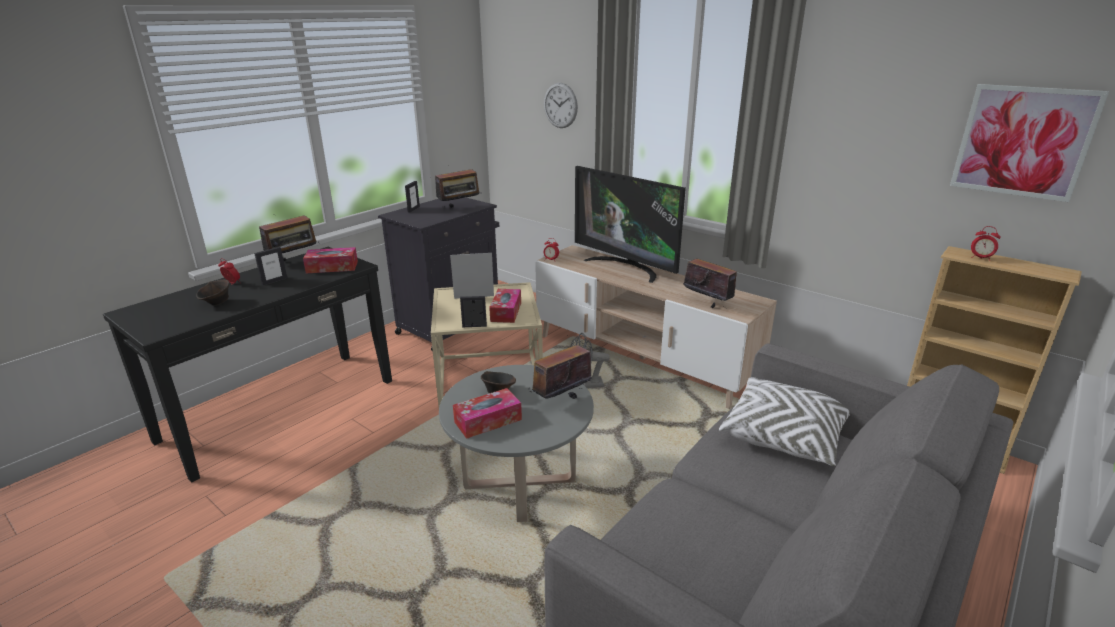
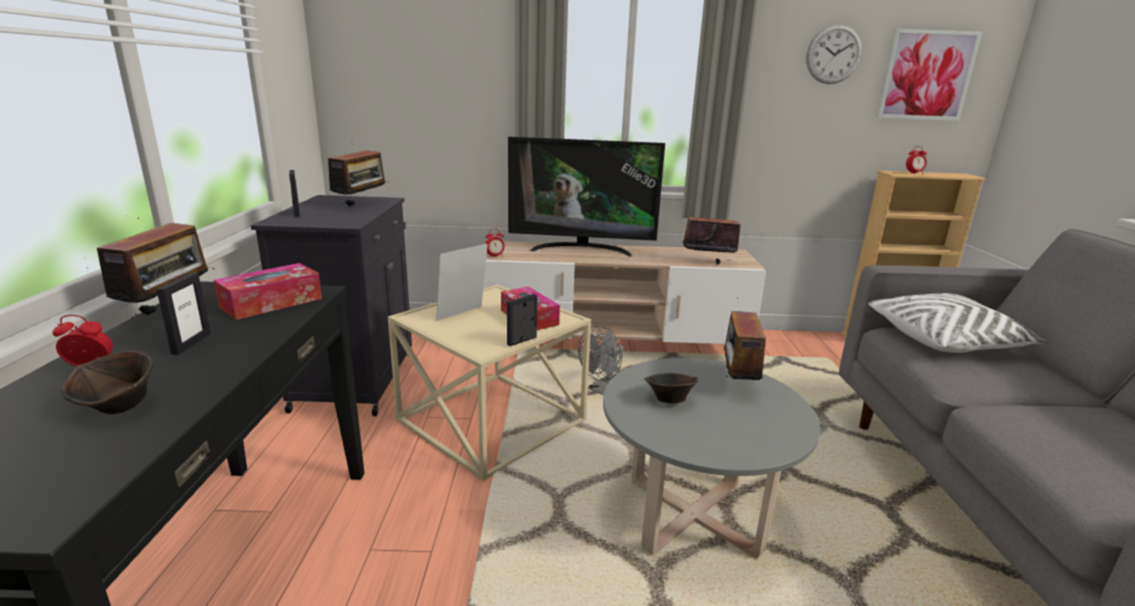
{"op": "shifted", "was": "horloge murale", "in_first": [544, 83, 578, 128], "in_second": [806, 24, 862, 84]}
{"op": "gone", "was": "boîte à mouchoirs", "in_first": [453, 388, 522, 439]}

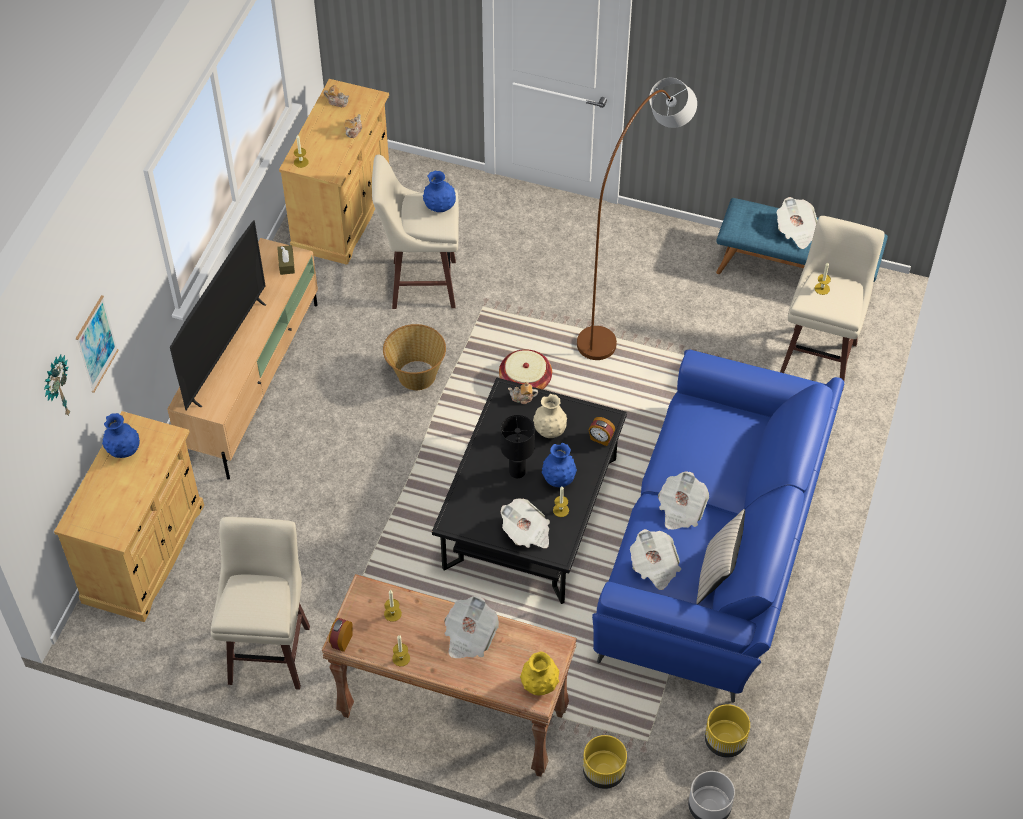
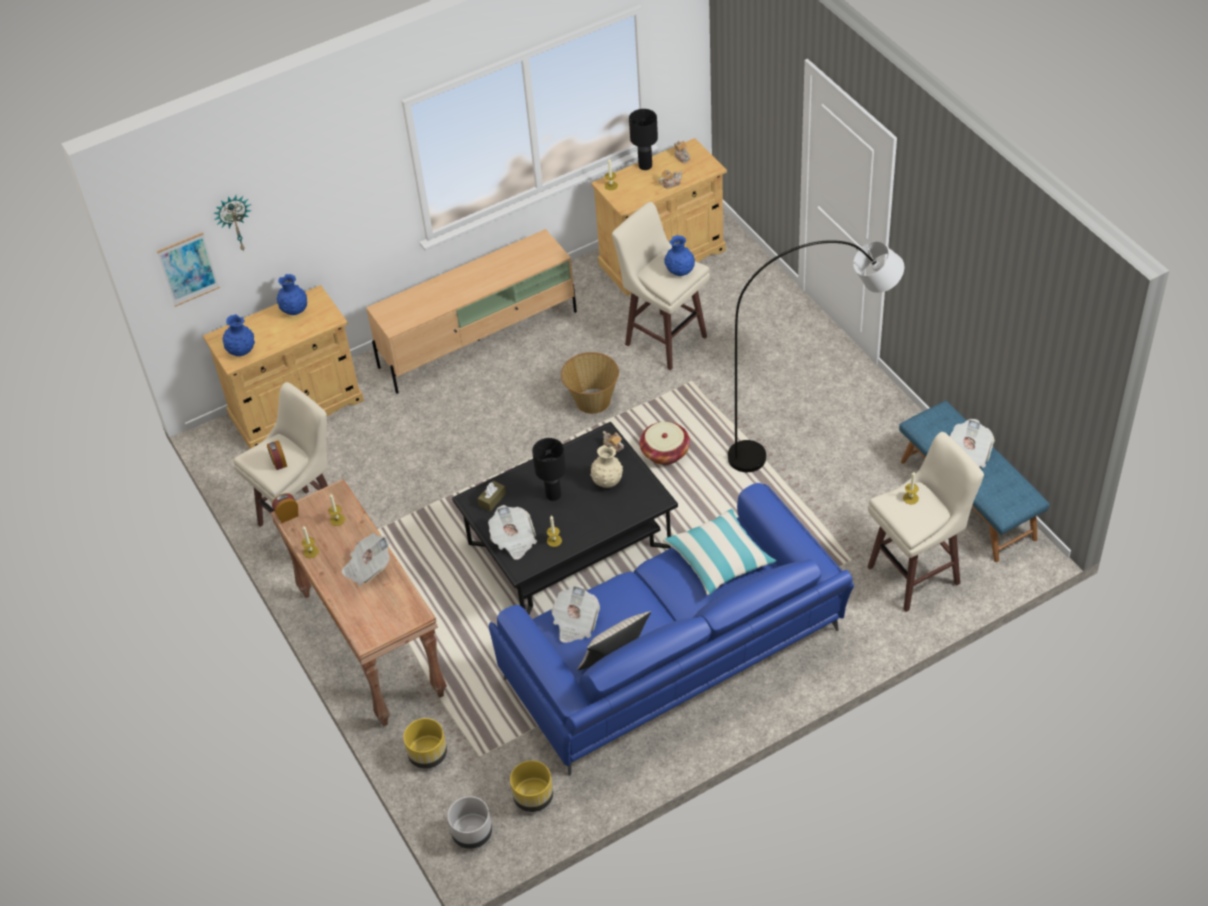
{"op": "repainted", "was": "lampadaire [marron]", "now": "lampadaire [gris]", "in_first": [577, 78, 697, 360], "in_second": [728, 240, 904, 472]}
{"op": "gone", "was": "téléviseur", "in_first": [170, 221, 266, 411]}
{"op": "shifted", "was": "boîte à mouchoirs [marron]", "in_first": [277, 245, 295, 275], "in_second": [478, 481, 506, 512]}
{"op": "shifted", "was": "tableau", "in_first": [76, 295, 118, 393], "in_second": [157, 232, 220, 307]}
{"op": "shifted", "was": "réveil", "in_first": [589, 417, 615, 446], "in_second": [267, 440, 287, 470]}
{"op": "shifted", "was": "vase [bleu]", "in_first": [542, 443, 577, 487], "in_second": [223, 314, 255, 356]}
{"op": "gone", "was": "journal", "in_first": [658, 471, 709, 530]}
{"op": "gone", "was": "vase [jaune]", "in_first": [520, 651, 559, 695]}
{"op": "new", "now": "lampe de table [noir]", "in_second": [629, 109, 658, 170]}
{"op": "new", "now": "coussin", "in_second": [663, 509, 777, 595]}

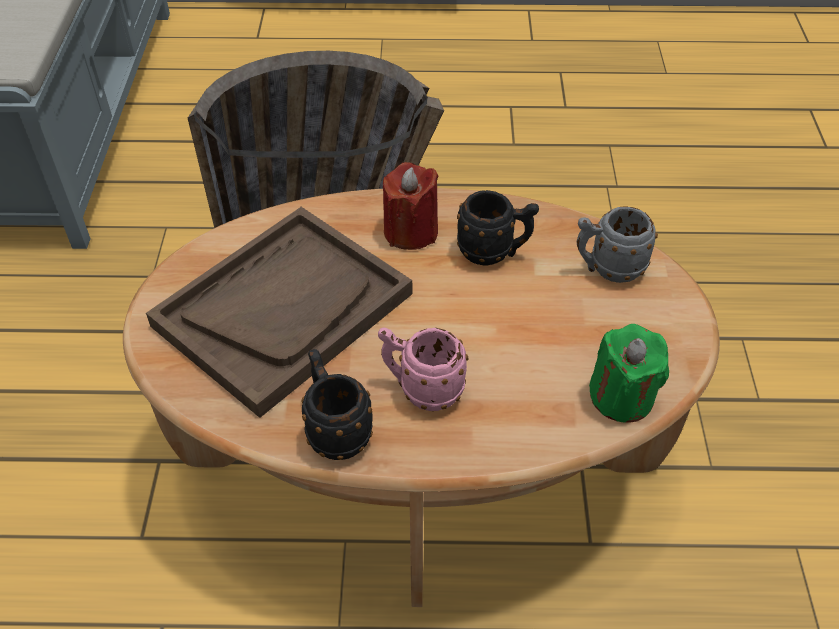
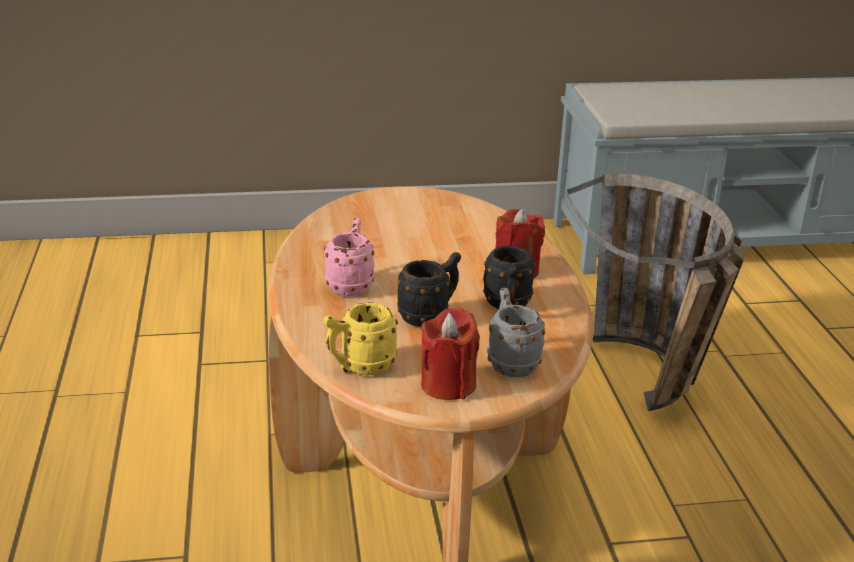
{"op": "gone", "was": "plateau [marron]", "in_first": [146, 207, 412, 418]}
{"op": "swapped", "was": "bougie [vert]", "now": "mug [jaune]", "in_first": [589, 324, 669, 423], "in_second": [324, 303, 398, 375]}
{"op": "shifted", "was": "mug [noir]", "in_first": [302, 349, 373, 460], "in_second": [397, 252, 461, 327]}
{"op": "new", "now": "bougie [rouge]", "in_second": [421, 308, 480, 400]}

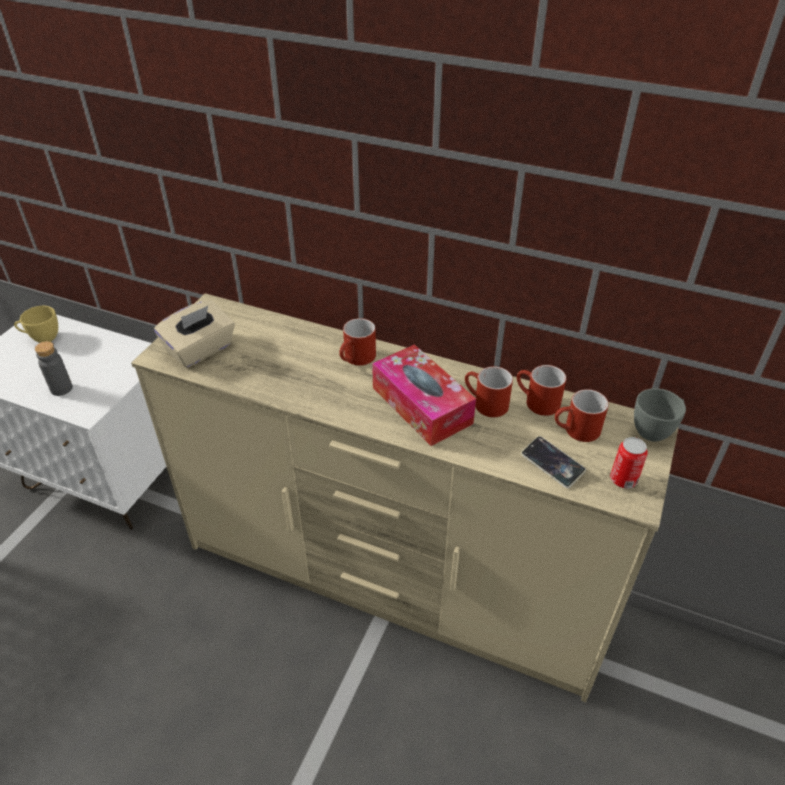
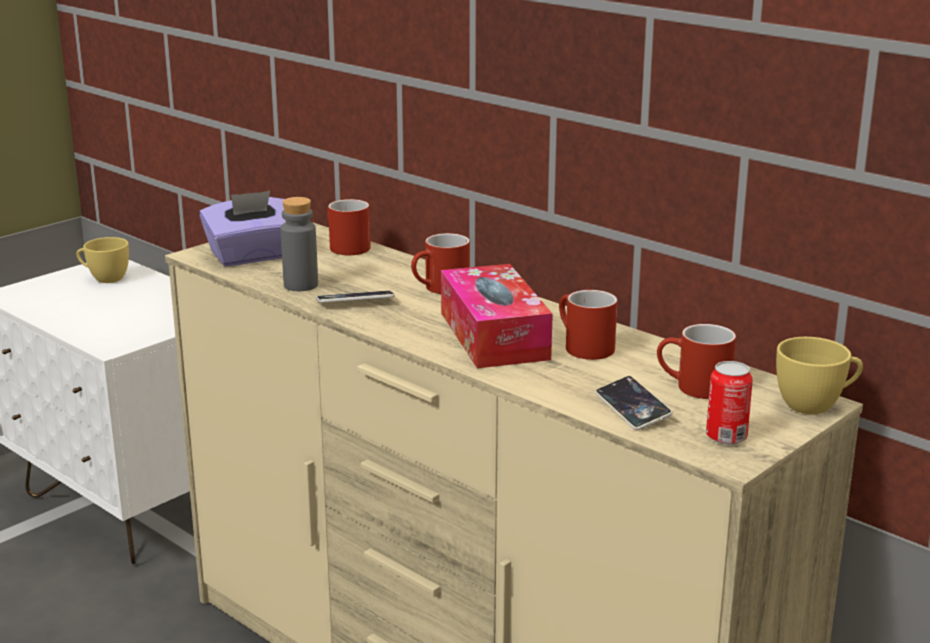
{"op": "repainted", "was": "boîte à mouchoirs [beige]", "now": "boîte à mouchoirs [violet]", "in_first": [154, 300, 235, 368], "in_second": [200, 191, 286, 266]}
{"op": "shifted", "was": "bouteille [gris]", "in_first": [35, 341, 73, 396], "in_second": [281, 197, 318, 291]}
{"op": "shifted", "was": "mug [rouge]", "in_first": [517, 365, 566, 416], "in_second": [327, 199, 371, 255]}
{"op": "repainted", "was": "tasse [gris]", "now": "tasse [jaune]", "in_first": [634, 388, 686, 441], "in_second": [776, 337, 863, 414]}
{"op": "new", "now": "téléphone", "in_second": [316, 291, 395, 303]}

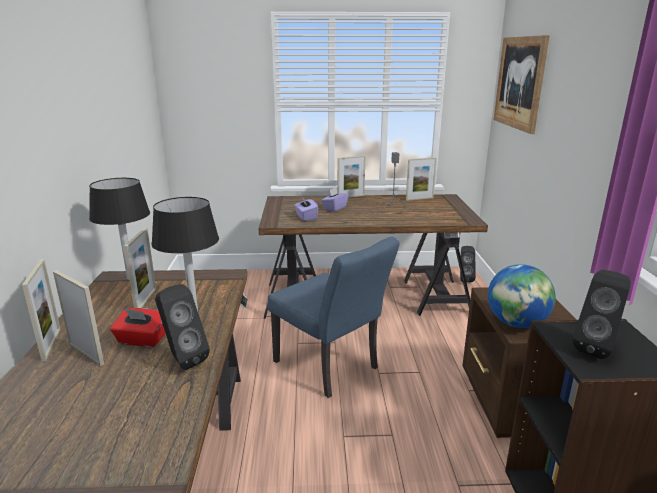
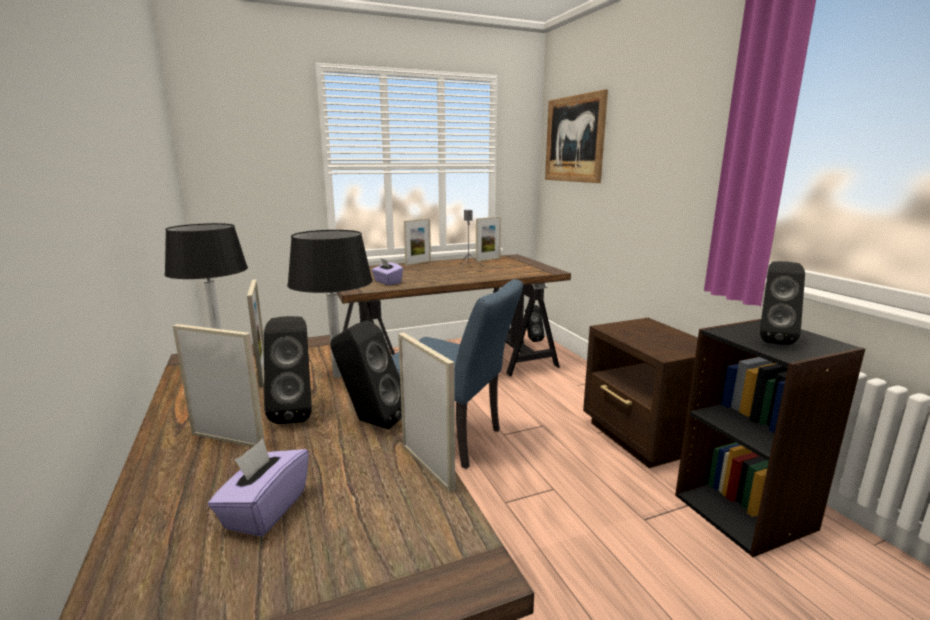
{"op": "shifted", "was": "boîte à mouchoirs [violet]", "in_first": [321, 188, 348, 212], "in_second": [208, 439, 309, 537]}
{"op": "shifted", "was": "cadre photo", "in_first": [22, 259, 61, 361], "in_second": [398, 332, 455, 492]}
{"op": "gone", "was": "globe", "in_first": [488, 264, 556, 328]}
{"op": "swapped", "was": "boîte à mouchoirs [rouge]", "now": "enceinte [noir]", "in_first": [110, 308, 165, 347], "in_second": [264, 316, 312, 424]}

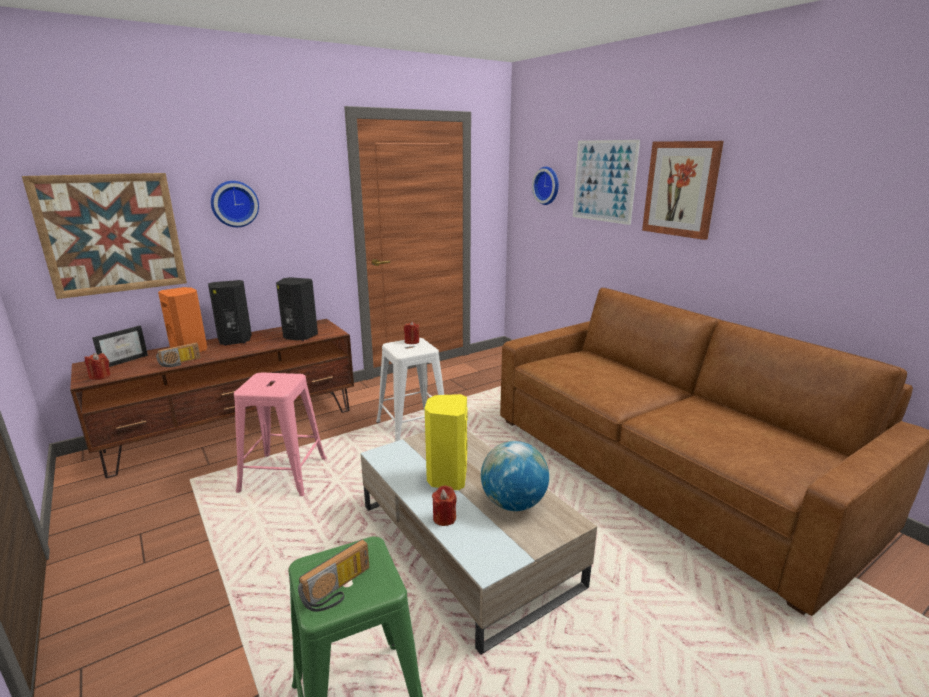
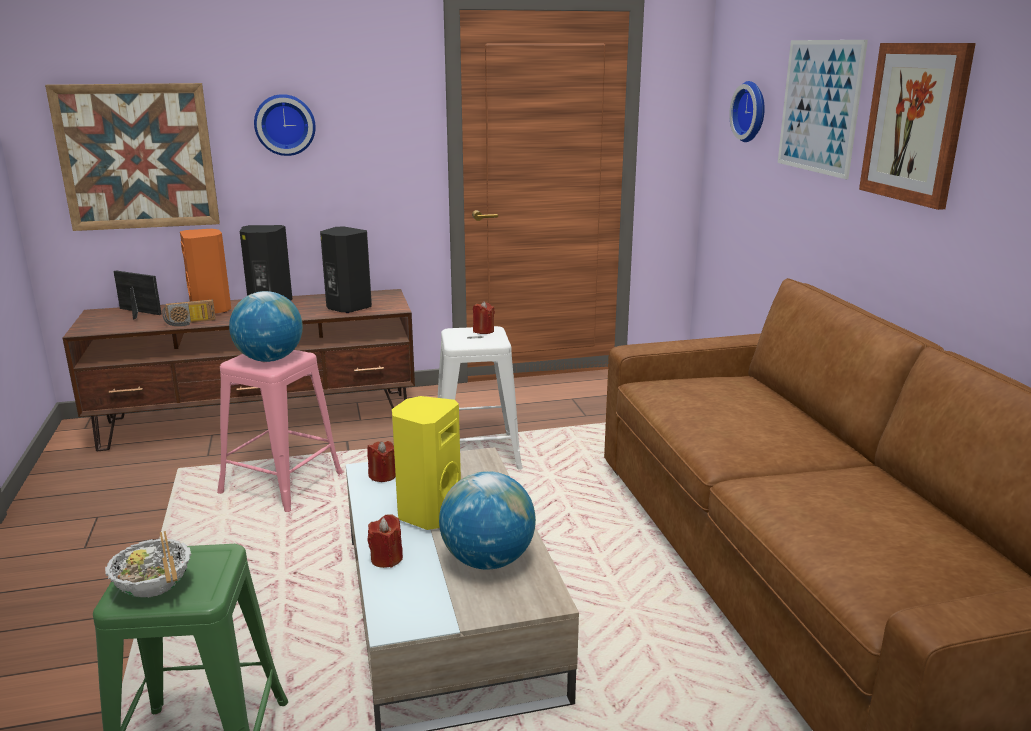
{"op": "rotated", "was": "cadre photo", "in_first": [92, 326, 148, 367], "in_second": [113, 271, 161, 320], "clockwise": -120}
{"op": "shifted", "was": "bougie [rouge]", "in_first": [85, 353, 111, 380], "in_second": [367, 441, 396, 482]}
{"op": "swapped", "was": "radio", "now": "bol", "in_first": [298, 539, 369, 612], "in_second": [105, 531, 191, 598]}
{"op": "new", "now": "globe", "in_second": [229, 291, 303, 362]}

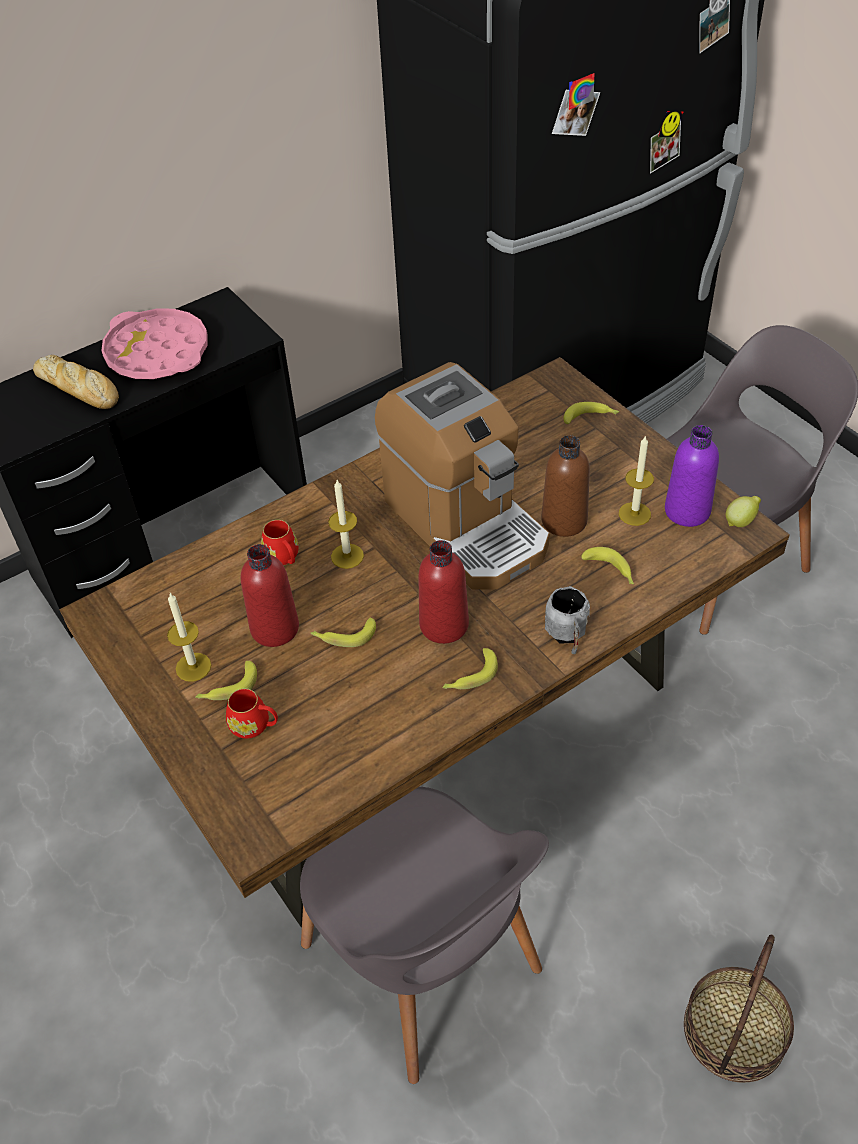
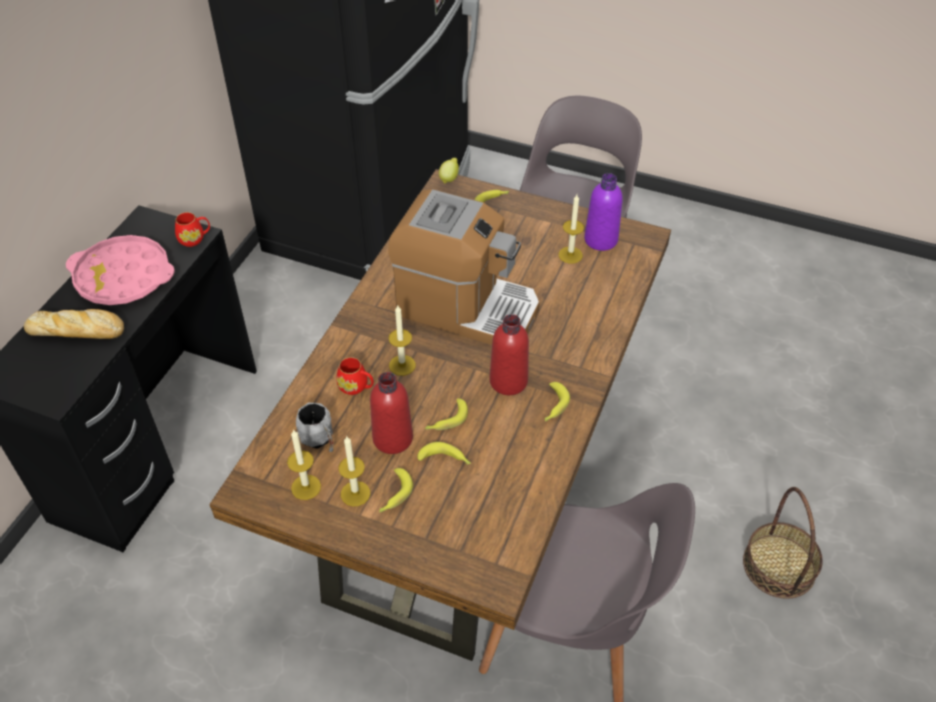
{"op": "gone", "was": "bouteille [marron]", "in_first": [541, 435, 590, 537]}
{"op": "shifted", "was": "citron", "in_first": [726, 496, 761, 527], "in_second": [439, 158, 459, 184]}
{"op": "shifted", "was": "banane", "in_first": [581, 547, 634, 584], "in_second": [417, 442, 471, 465]}
{"op": "shifted", "was": "mug [gris]", "in_first": [545, 586, 590, 655], "in_second": [296, 402, 333, 452]}
{"op": "shifted", "was": "mug [rouge]", "in_first": [226, 688, 278, 738], "in_second": [175, 212, 210, 247]}
{"op": "new", "now": "bougie", "in_second": [287, 429, 321, 500]}

